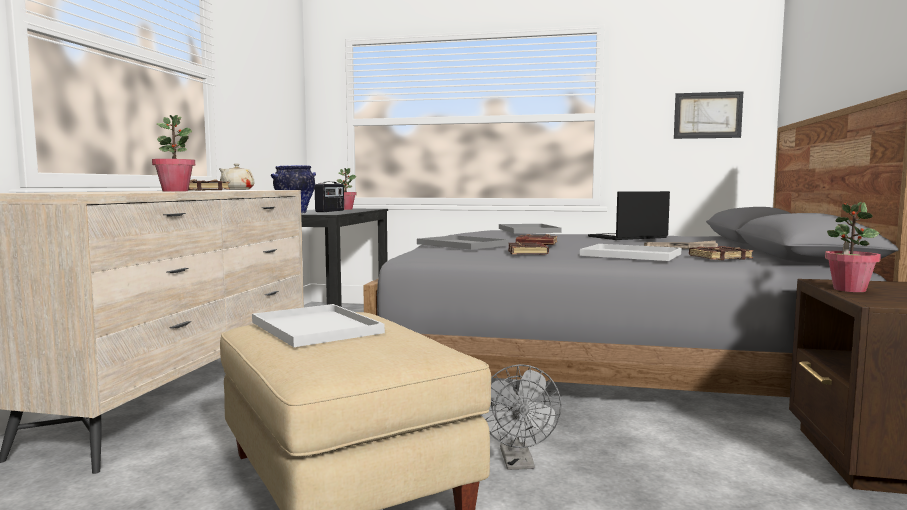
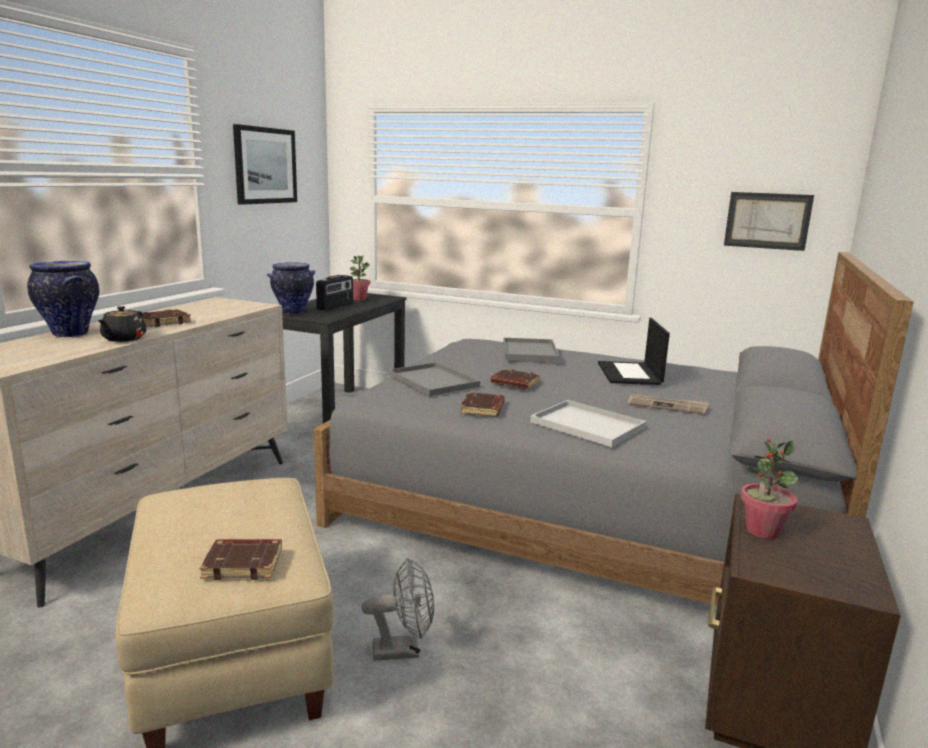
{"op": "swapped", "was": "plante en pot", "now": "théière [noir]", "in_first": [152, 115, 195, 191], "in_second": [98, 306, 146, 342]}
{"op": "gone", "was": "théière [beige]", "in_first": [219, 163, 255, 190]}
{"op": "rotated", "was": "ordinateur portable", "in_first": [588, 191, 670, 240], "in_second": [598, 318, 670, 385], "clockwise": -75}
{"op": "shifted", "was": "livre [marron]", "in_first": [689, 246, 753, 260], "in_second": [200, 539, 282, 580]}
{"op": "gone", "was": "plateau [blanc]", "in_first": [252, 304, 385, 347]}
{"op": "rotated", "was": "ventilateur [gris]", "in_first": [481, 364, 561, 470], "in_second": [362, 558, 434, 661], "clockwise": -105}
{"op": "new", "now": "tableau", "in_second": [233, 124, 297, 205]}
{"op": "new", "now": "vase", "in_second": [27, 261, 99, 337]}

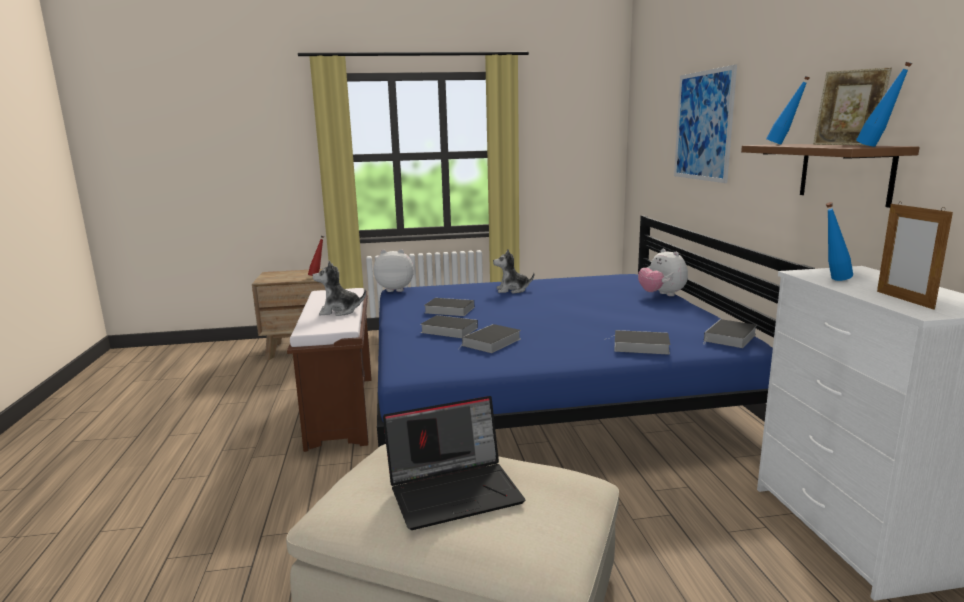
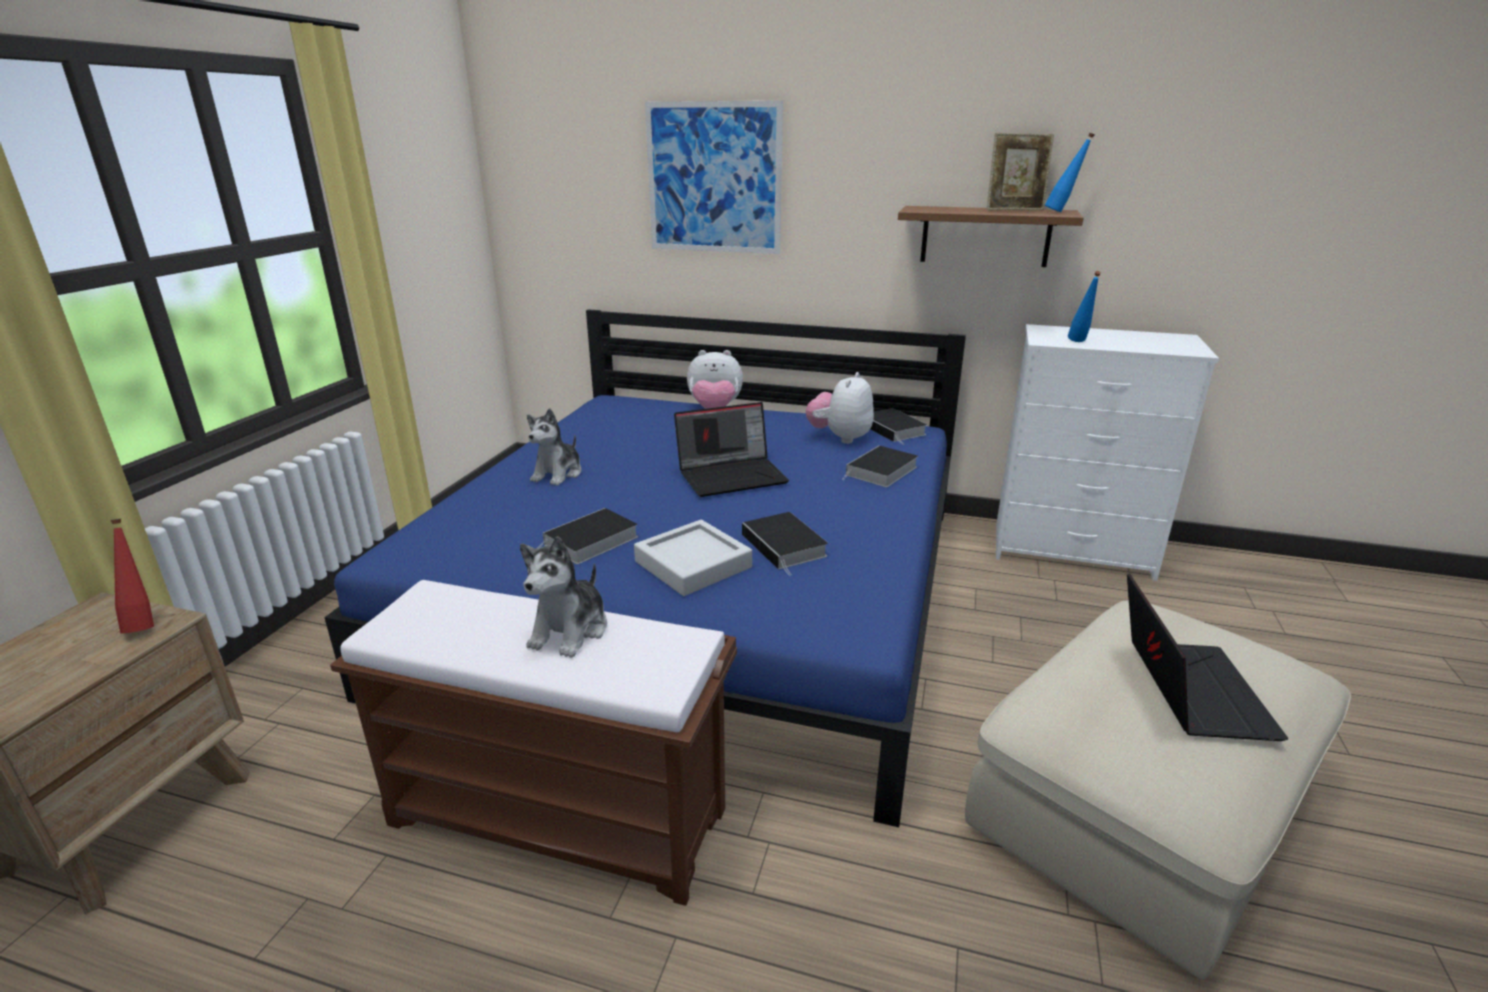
{"op": "gone", "was": "bouteille [bleu]", "in_first": [766, 76, 810, 144]}
{"op": "gone", "was": "cadre photo", "in_first": [877, 202, 953, 310]}
{"op": "shifted", "was": "peluche", "in_first": [374, 249, 414, 292], "in_second": [806, 372, 874, 444]}
{"op": "swapped", "was": "livre", "now": "plateau [gris]", "in_first": [420, 315, 478, 338], "in_second": [634, 520, 752, 596]}
{"op": "new", "now": "ordinateur portable", "in_second": [674, 402, 789, 497]}

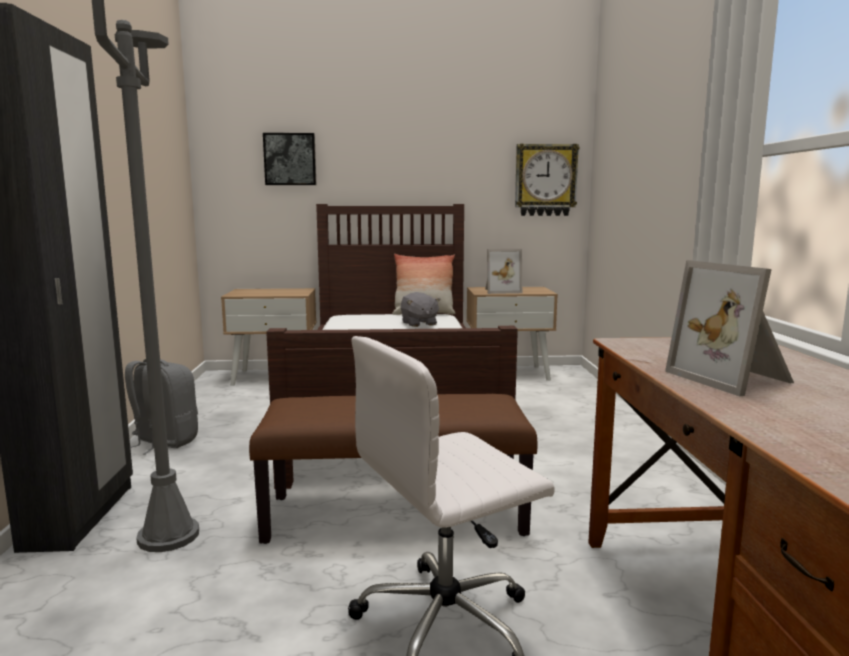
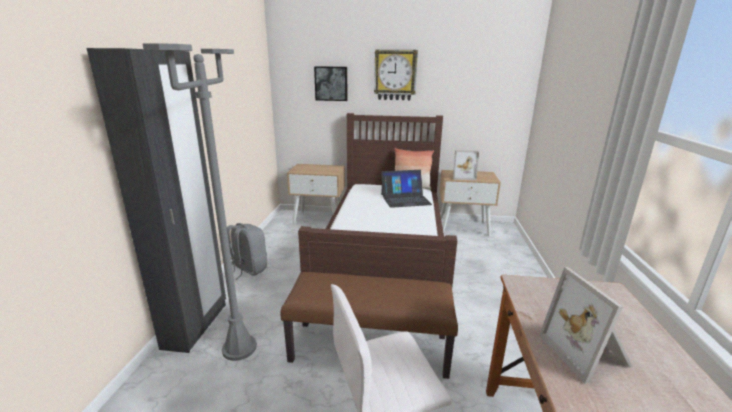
{"op": "shifted", "was": "horloge murale", "in_first": [515, 144, 580, 216], "in_second": [374, 50, 418, 100]}
{"op": "swapped", "was": "peluche [gris]", "now": "ordinateur portable", "in_first": [401, 292, 441, 327], "in_second": [381, 170, 432, 208]}

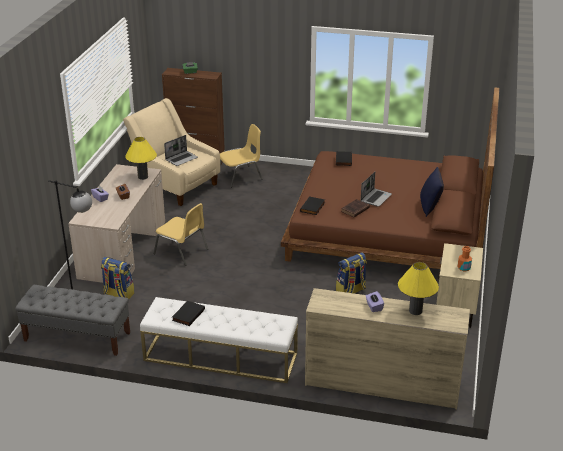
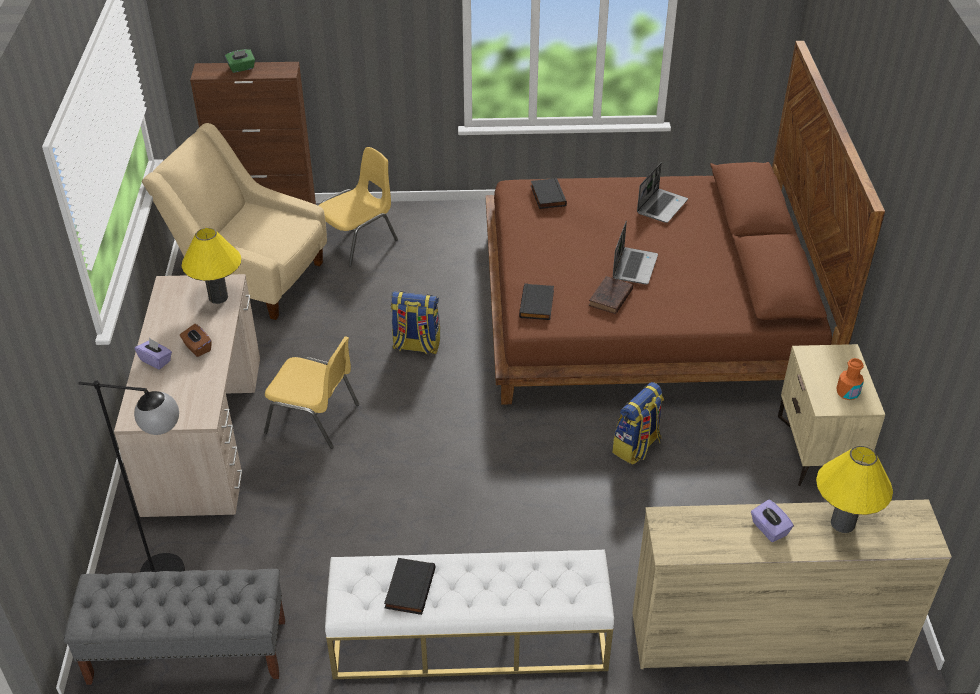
{"op": "shifted", "was": "ordinateur portable", "in_first": [164, 135, 198, 166], "in_second": [637, 162, 688, 223]}
{"op": "gone", "was": "coussin [bleu]", "in_first": [420, 167, 444, 217]}
{"op": "shifted", "was": "sac à dos", "in_first": [101, 257, 134, 299], "in_second": [391, 291, 440, 354]}

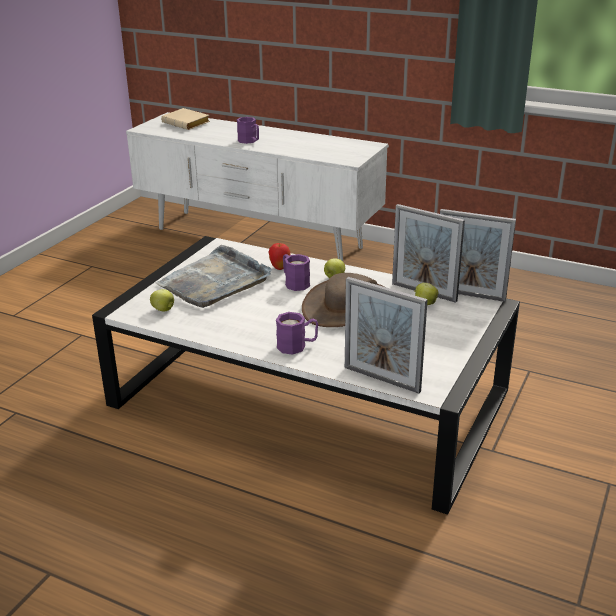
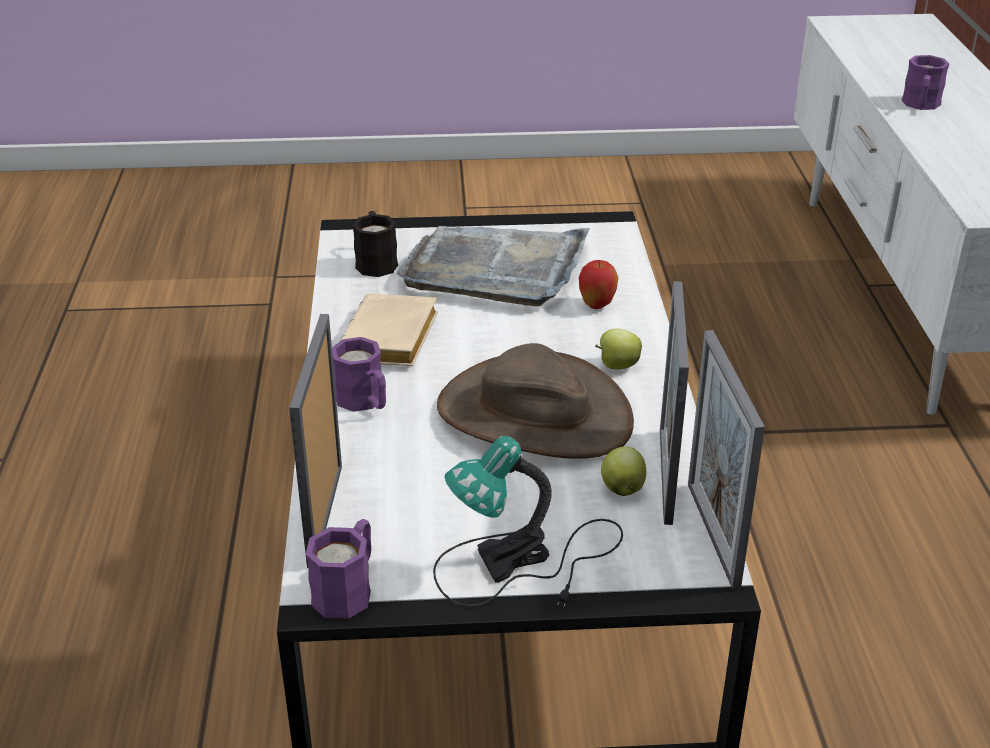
{"op": "shifted", "was": "livre [beige]", "in_first": [161, 108, 210, 130], "in_second": [339, 293, 438, 366]}
{"op": "shifted", "was": "mug [violet]", "in_first": [283, 254, 310, 291], "in_second": [306, 519, 371, 619]}
{"op": "swapped", "was": "pomme", "now": "mug [noir]", "in_first": [150, 289, 174, 311], "in_second": [352, 211, 398, 277]}
{"op": "new", "now": "lampe de table", "in_second": [433, 436, 623, 607]}

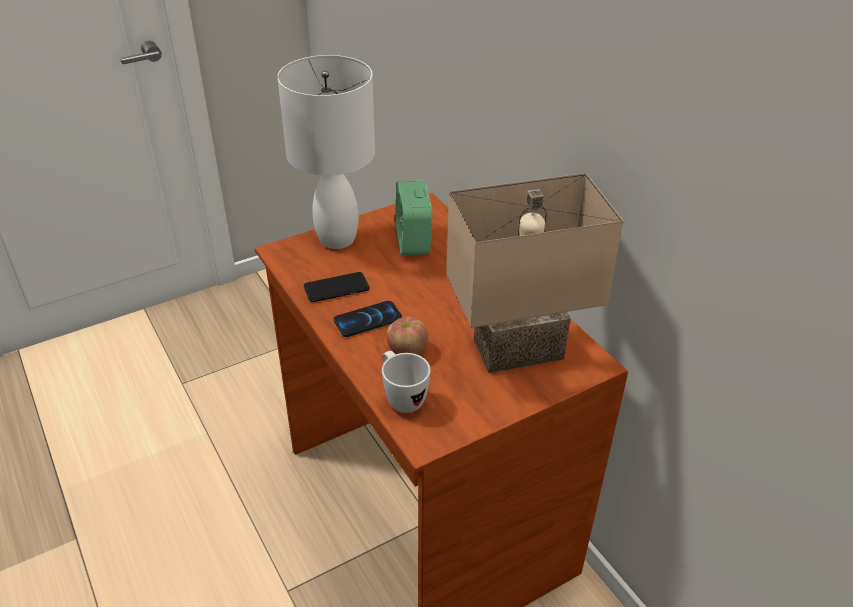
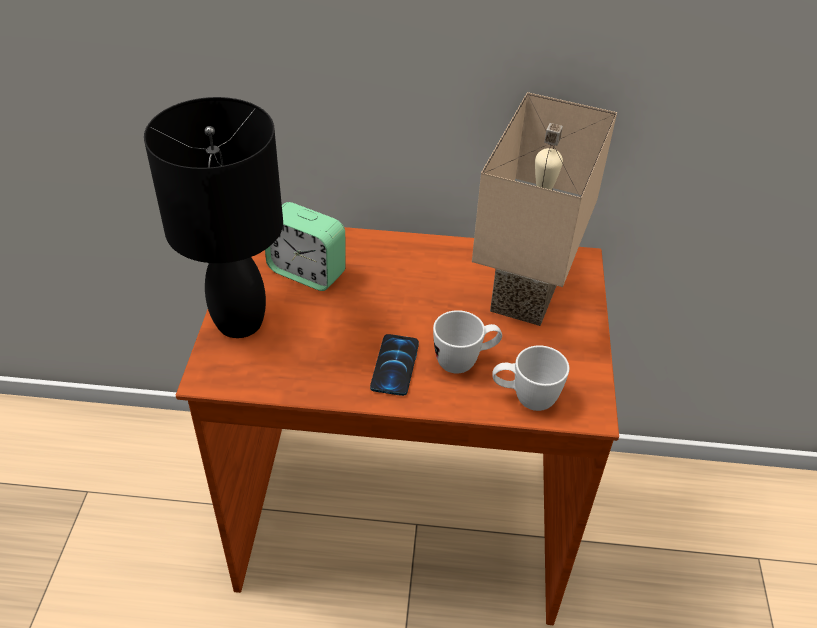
{"op": "repainted", "was": "lampe de table [blanc]", "now": "lampe de table [noir]", "in_first": [277, 55, 375, 249], "in_second": [144, 97, 283, 338]}
{"op": "gone", "was": "téléphone", "in_first": [304, 272, 370, 302]}
{"op": "swapped", "was": "pomme", "now": "mug [blanc]", "in_first": [387, 317, 428, 355], "in_second": [433, 310, 502, 374]}

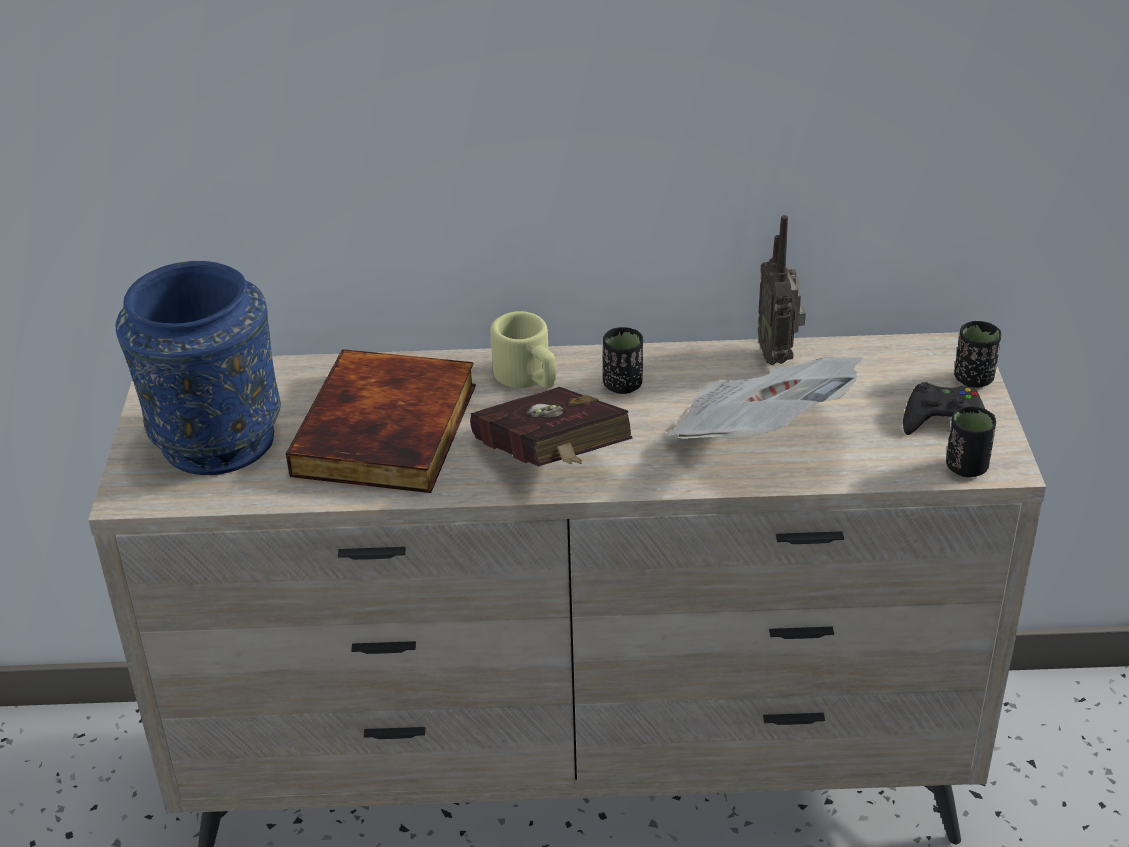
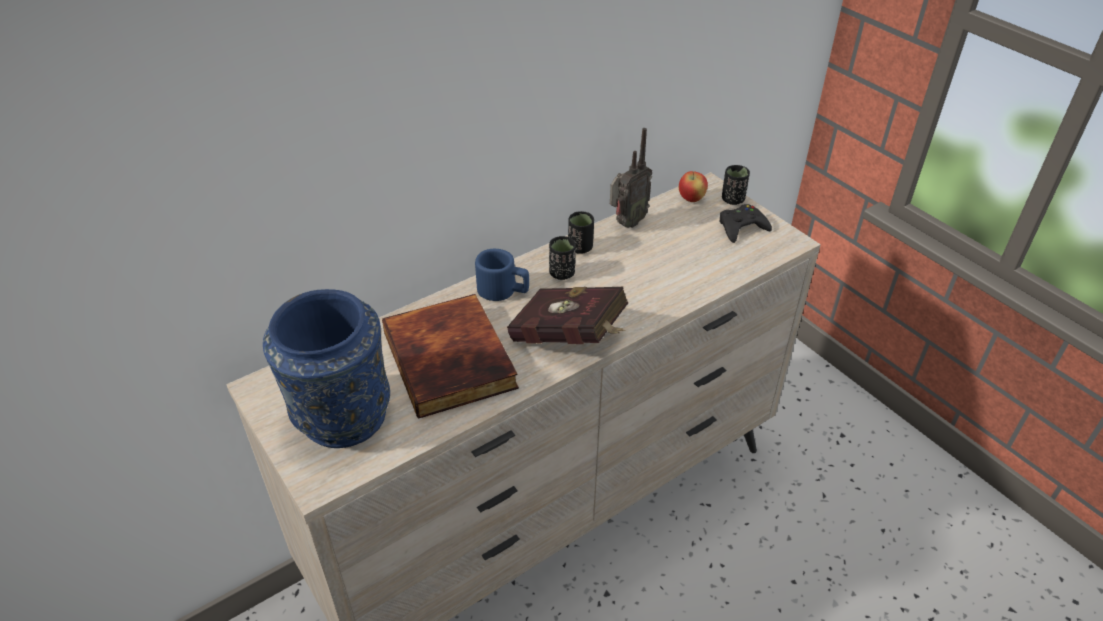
{"op": "rotated", "was": "radio", "in_first": [758, 215, 806, 365], "in_second": [610, 128, 652, 228], "clockwise": -90}
{"op": "repainted", "was": "mug [beige]", "now": "mug [bleu]", "in_first": [490, 311, 556, 388], "in_second": [475, 249, 529, 301]}
{"op": "gone", "was": "journal", "in_first": [665, 357, 863, 439]}
{"op": "shifted", "was": "tasse [noir]", "in_first": [946, 406, 996, 477], "in_second": [568, 211, 594, 254]}
{"op": "new", "now": "pomme", "in_second": [679, 171, 708, 202]}

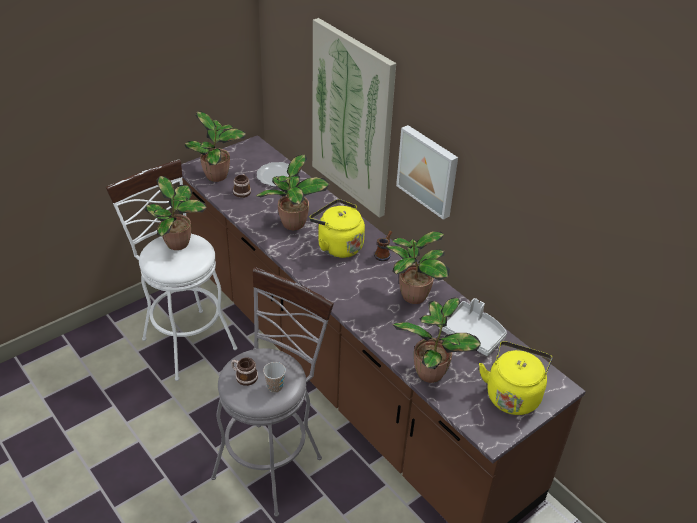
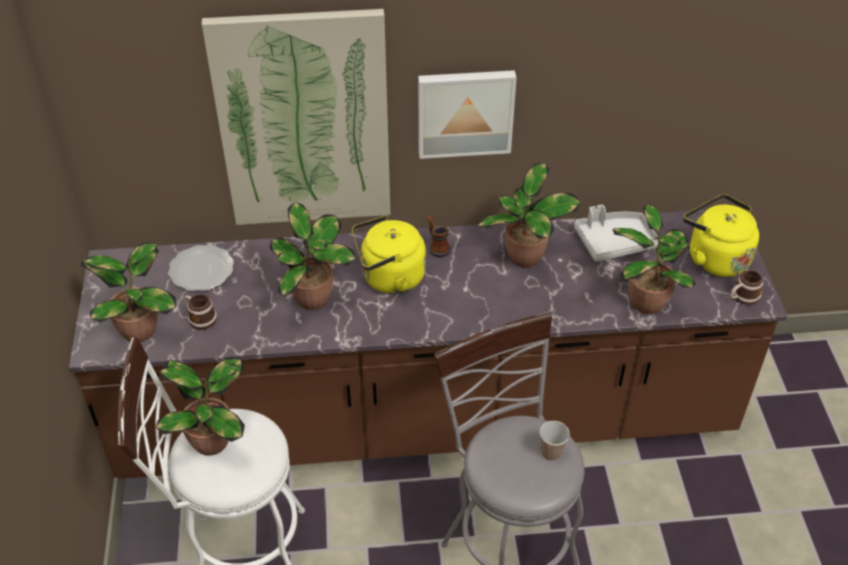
{"op": "shifted", "was": "mug", "in_first": [231, 358, 258, 386], "in_second": [730, 270, 763, 305]}

